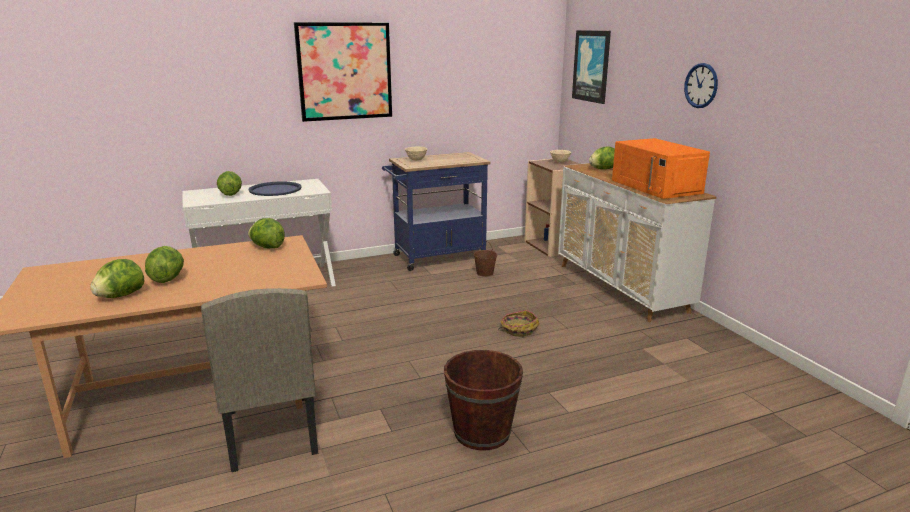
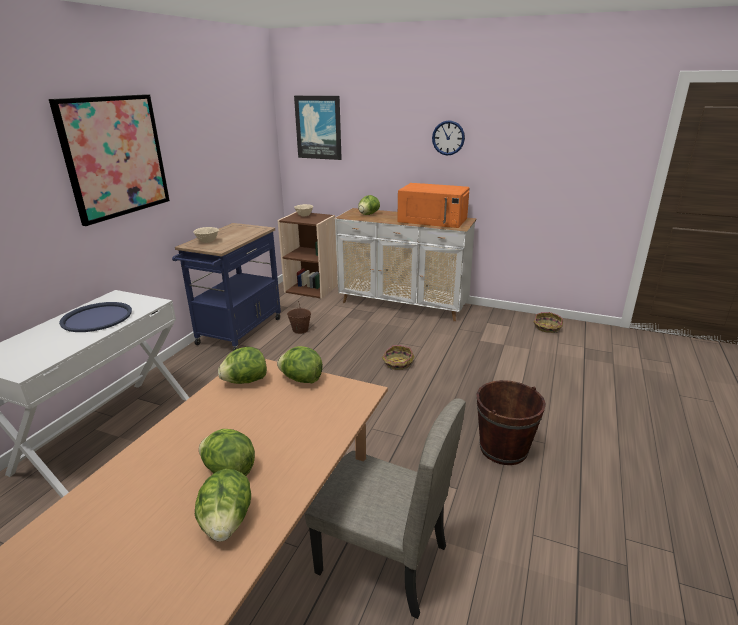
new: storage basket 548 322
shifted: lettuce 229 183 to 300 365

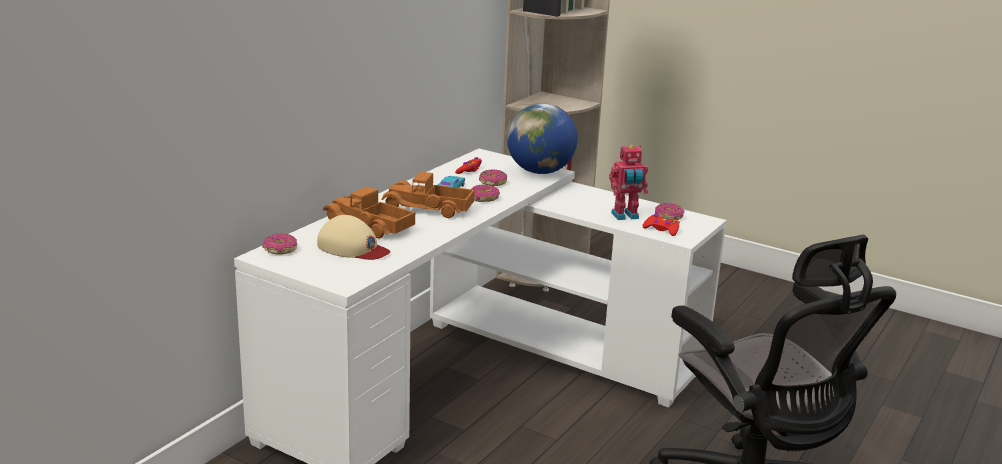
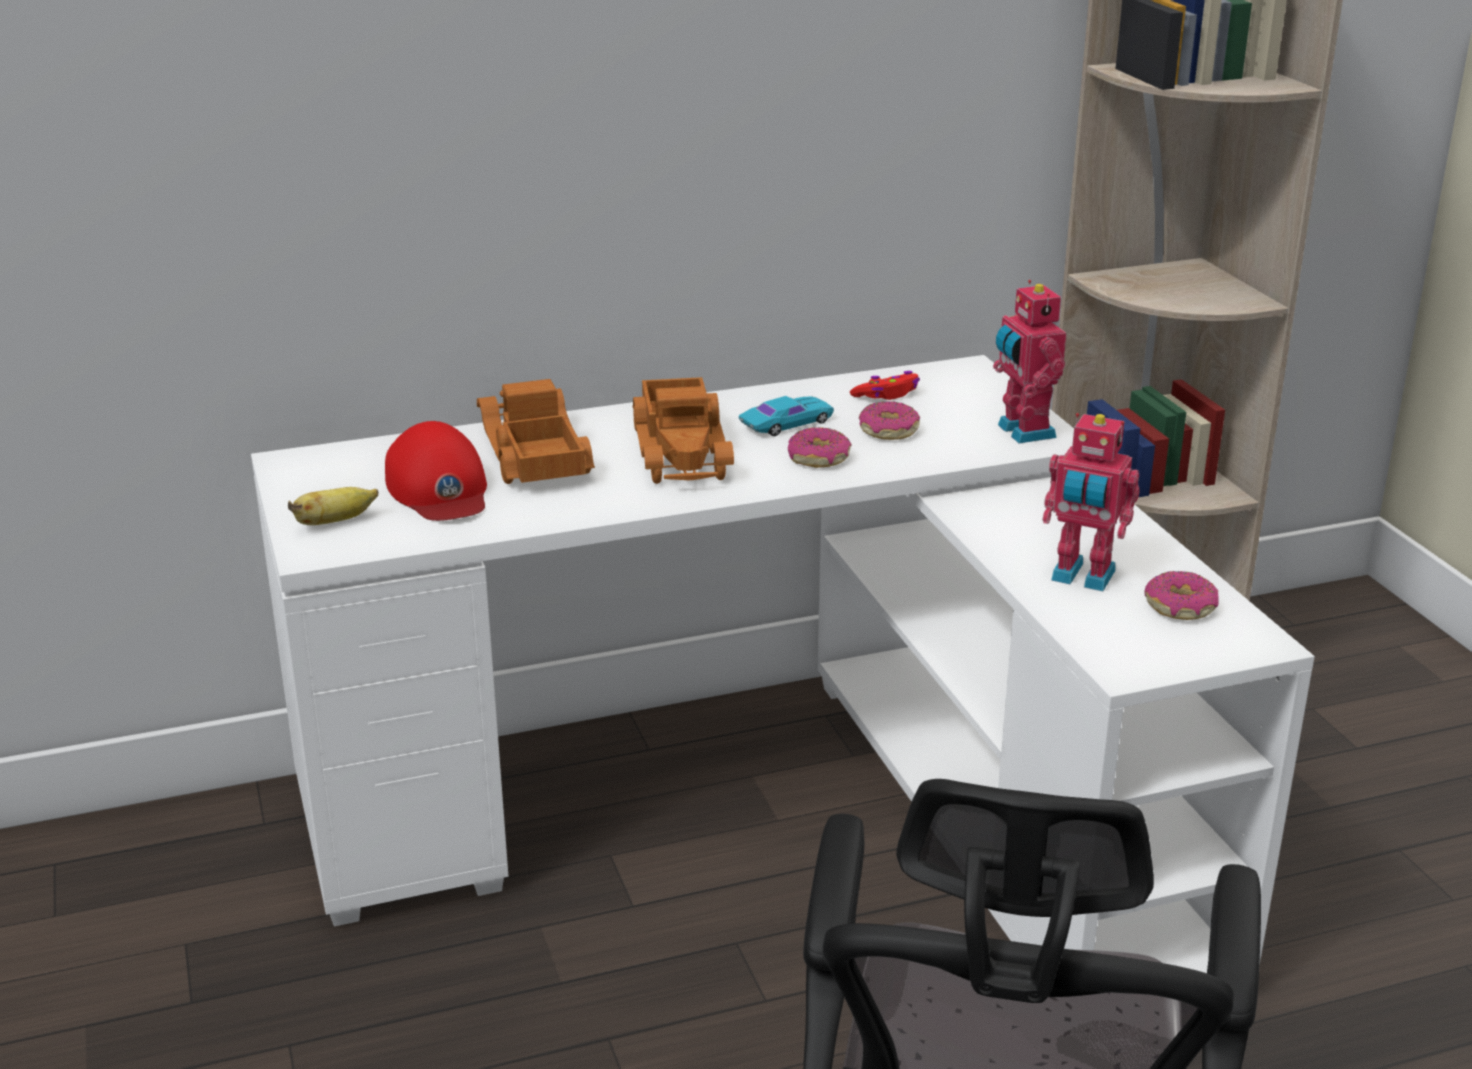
gone: ring doughnut 279 243; reddish joypad 661 225
new: banana fruit 333 506
swapped: globe 542 138 to toy robot 1029 361
repainted: sand-coloured peaked cap 353 237 to reddish peaked cap 436 471
rotated: toy lorry 428 195 = 683 430 150 degrees counterclockwise

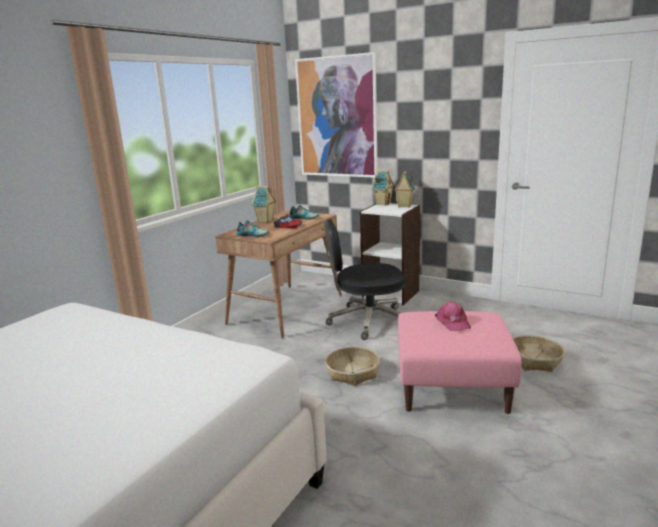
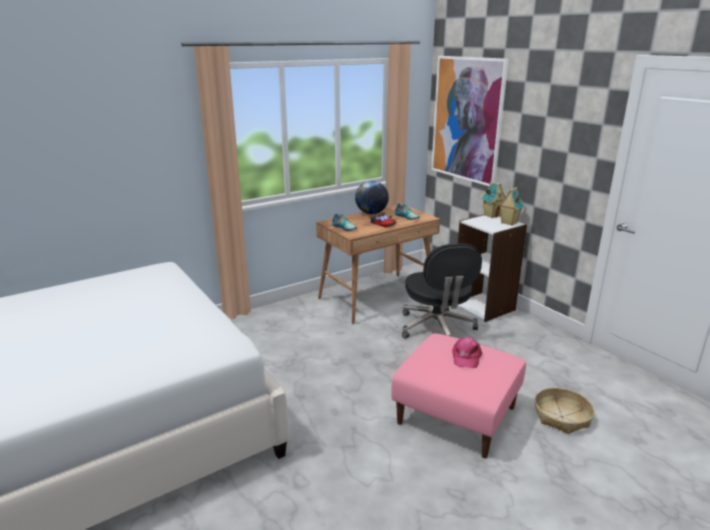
gone: storage basket 352 366
swapped: miniature house 263 204 to globe 372 197
rotated: black office chair 365 279 = 442 291 120 degrees counterclockwise

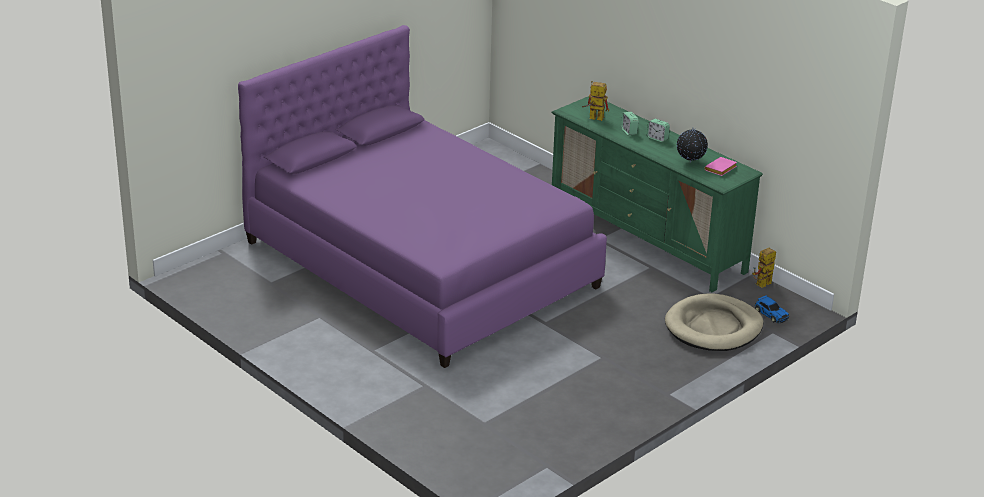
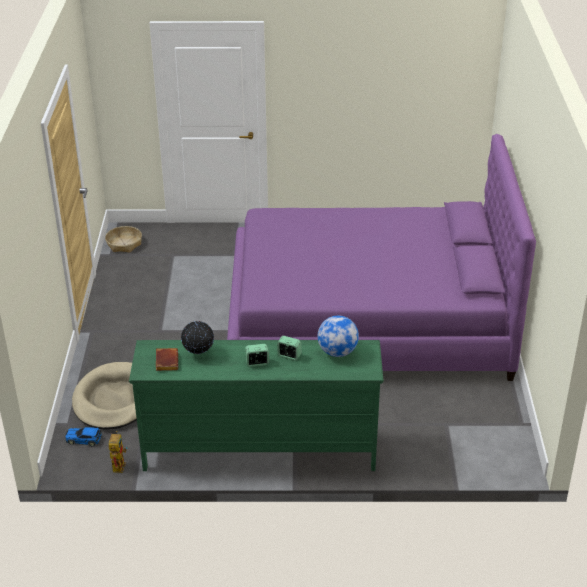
new: storage basket 123 239
swapped: toy robot 595 101 to globe 338 336
repainted: pink book 720 166 to brownish book 167 359

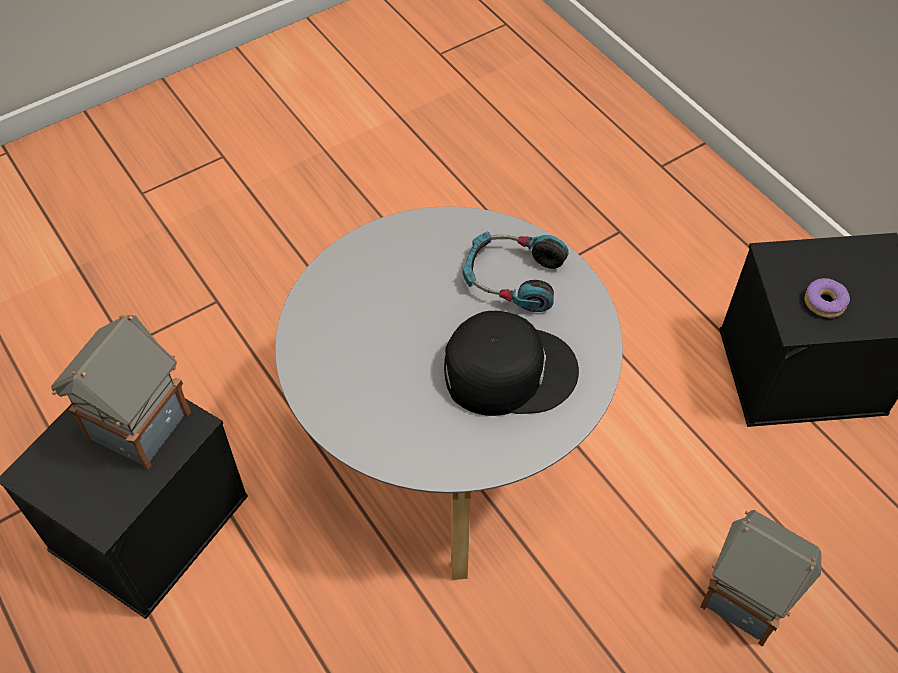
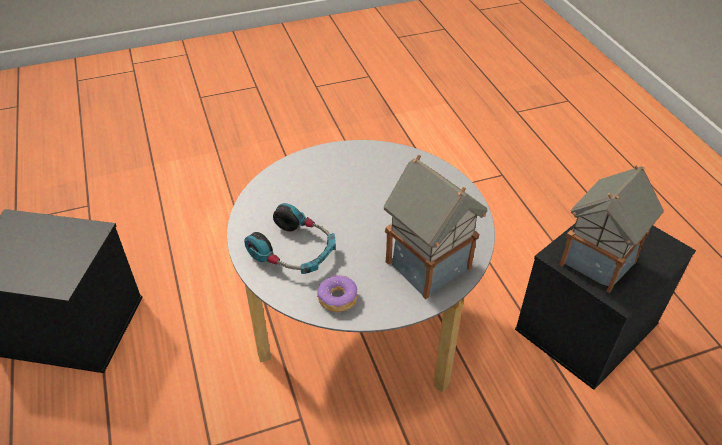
gone: black peaked cap 511 363
shifted: miniature house 761 578 to 435 227; ring doughnut 827 298 to 337 293

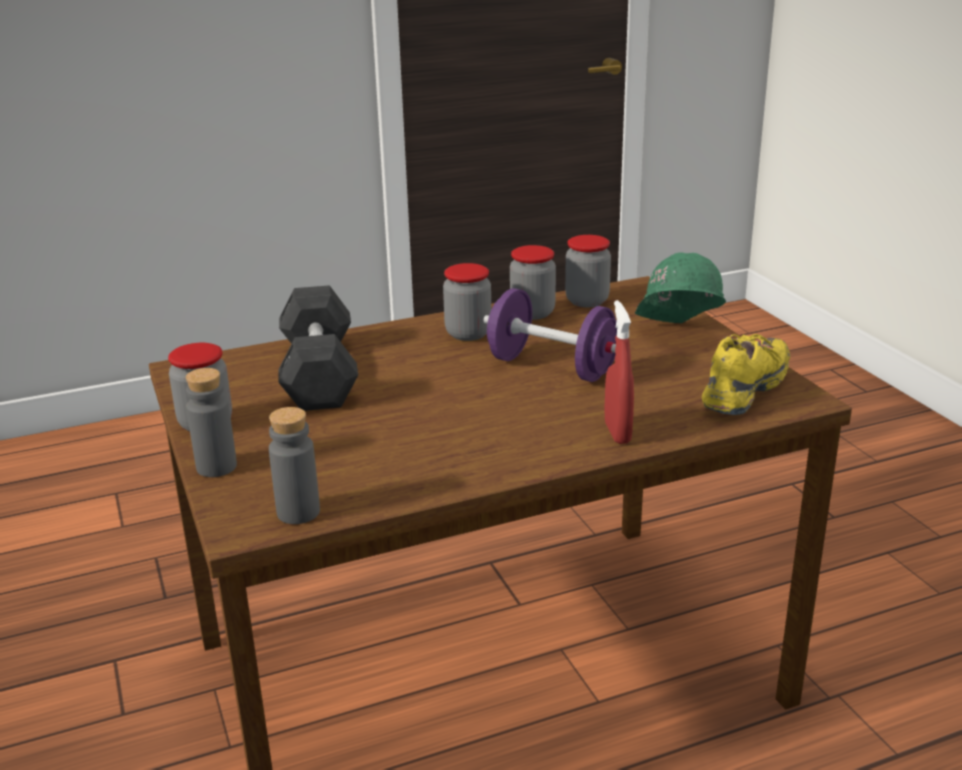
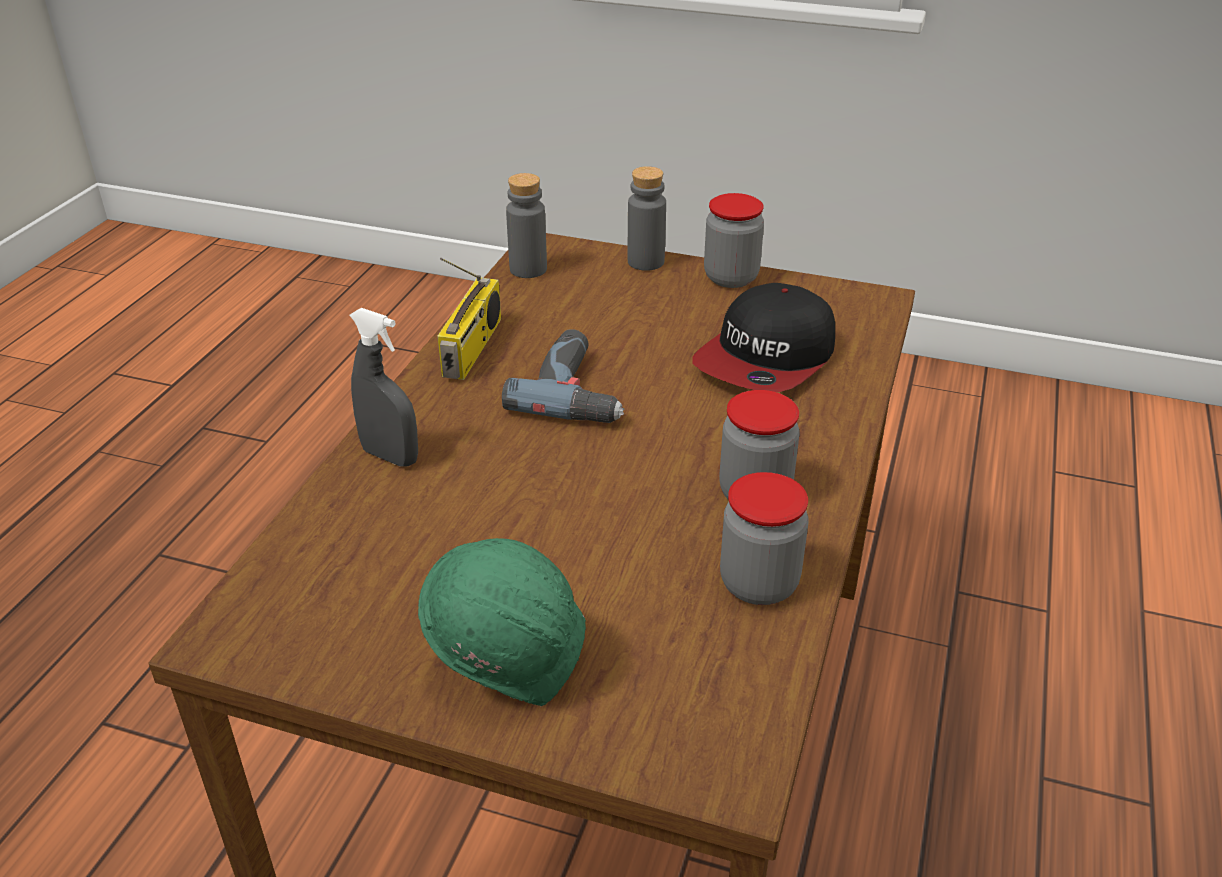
gone: purple free weight 551 335; preserve jar 588 271; yellow low shoe 746 374
new: radio set 469 319; drill 563 376
swapped: greyish free weight 318 348 to peaked cap 763 337
repainted: reddish spray bottle 619 372 to greyish spray bottle 384 387

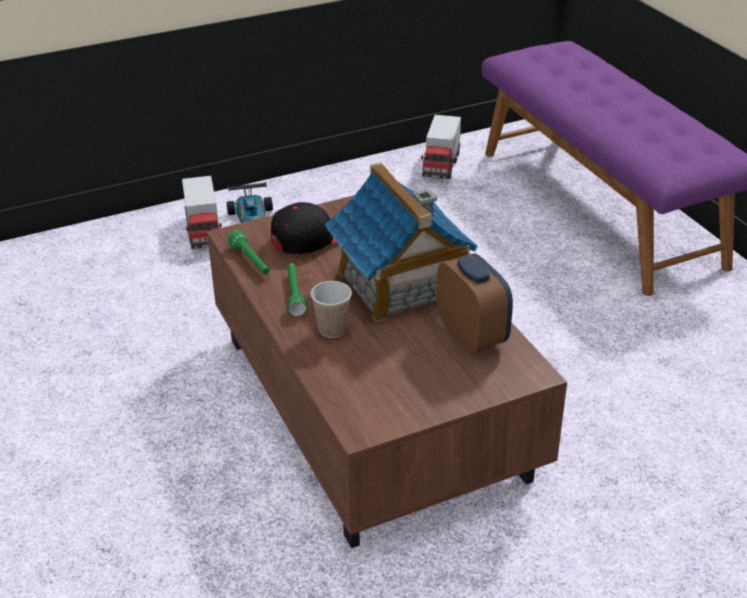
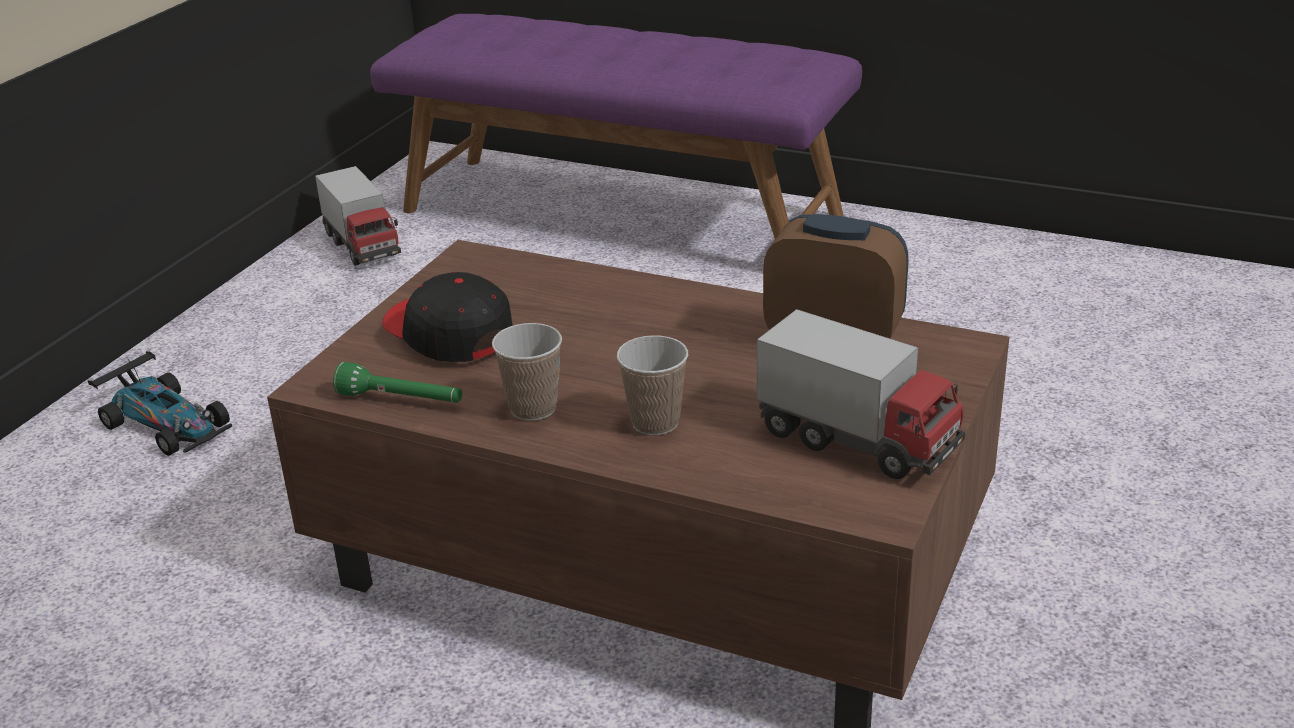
gone: miniature house 401 242
shifted: toy lorry 202 212 to 861 394
swapped: greenish hand torch 297 289 to small cup 527 372
rotated: black peaked cap 304 228 = 447 317 60 degrees counterclockwise

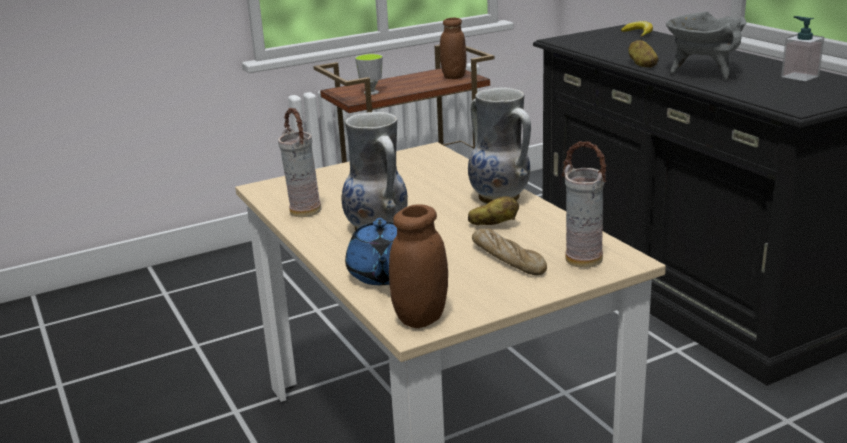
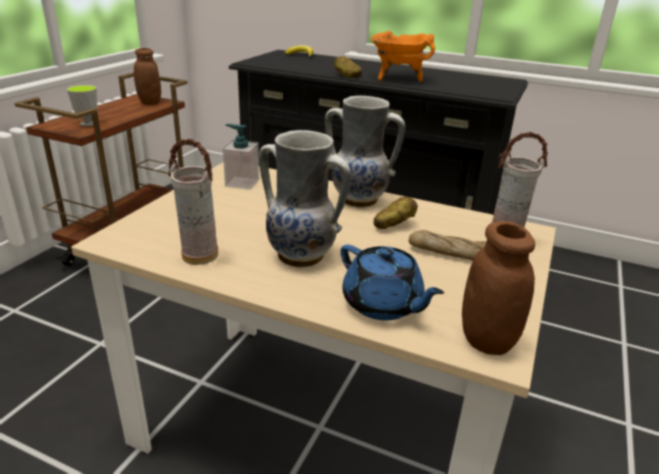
shifted: soap bottle 802 48 to 241 157
repainted: greyish cooking pot 706 45 to orange-coloured cooking pot 403 56

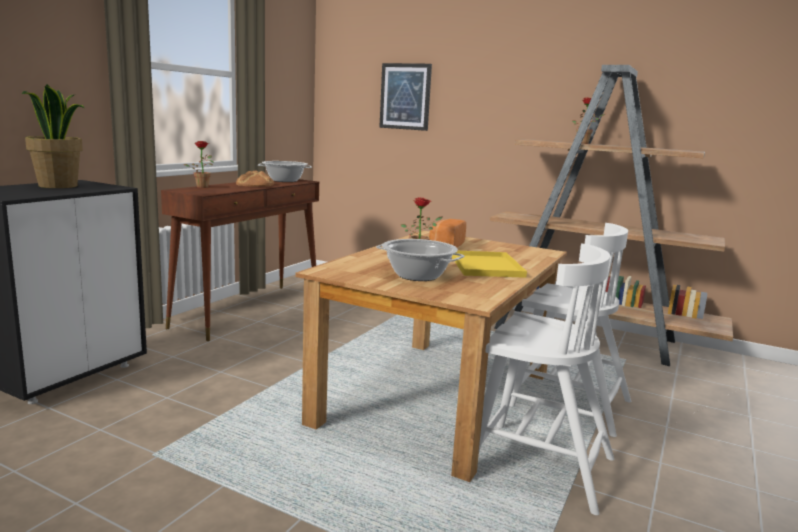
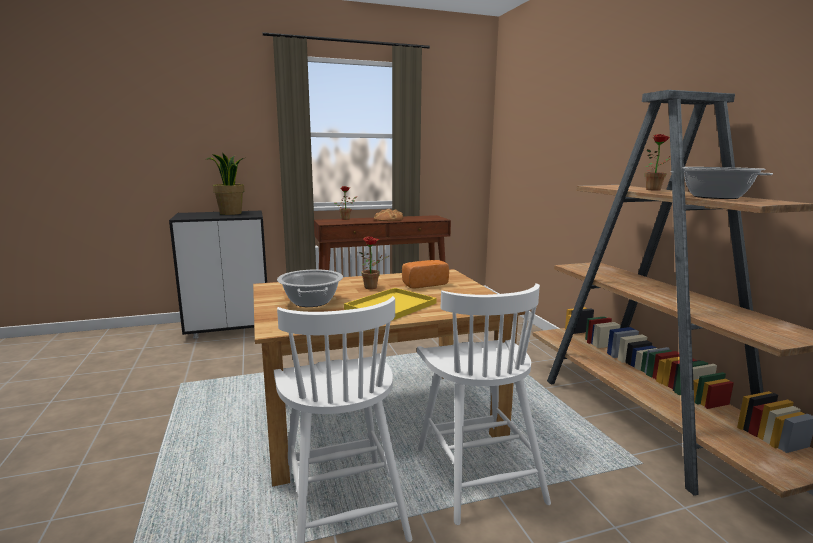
gone: picture 405 97
shifted: cooking pot 285 171 to 722 183

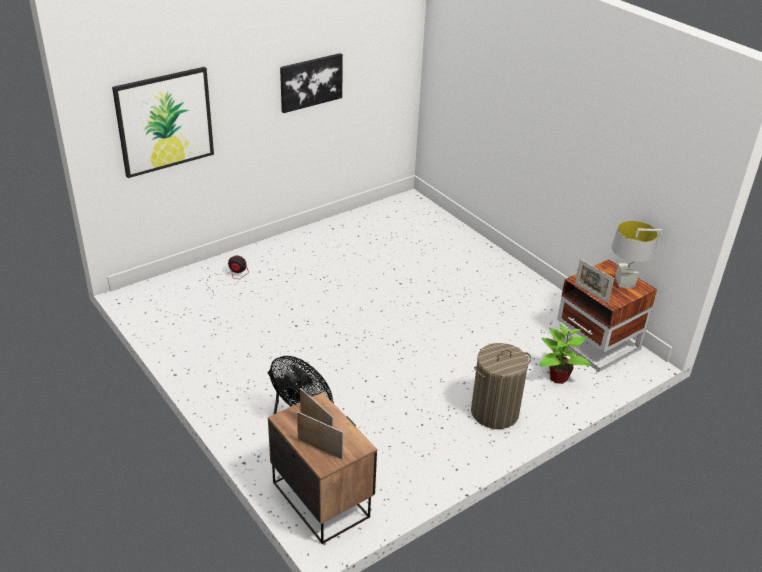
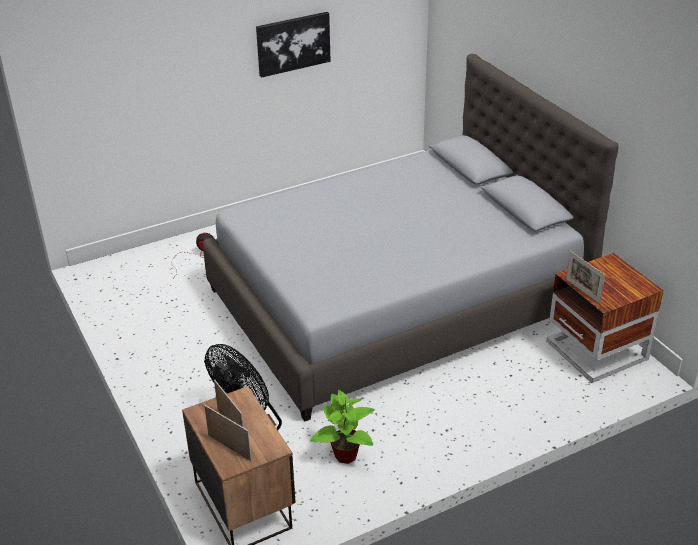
gone: picture 163 122; hamper 501 386; greyish lamp for a table 637 254
new: greyish bedroom bed 410 237
shifted: houseplant 565 353 to 342 427

